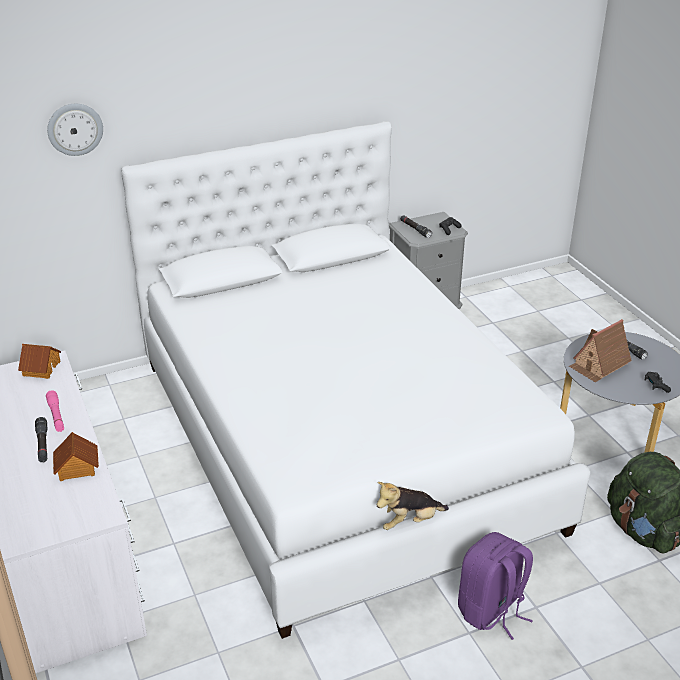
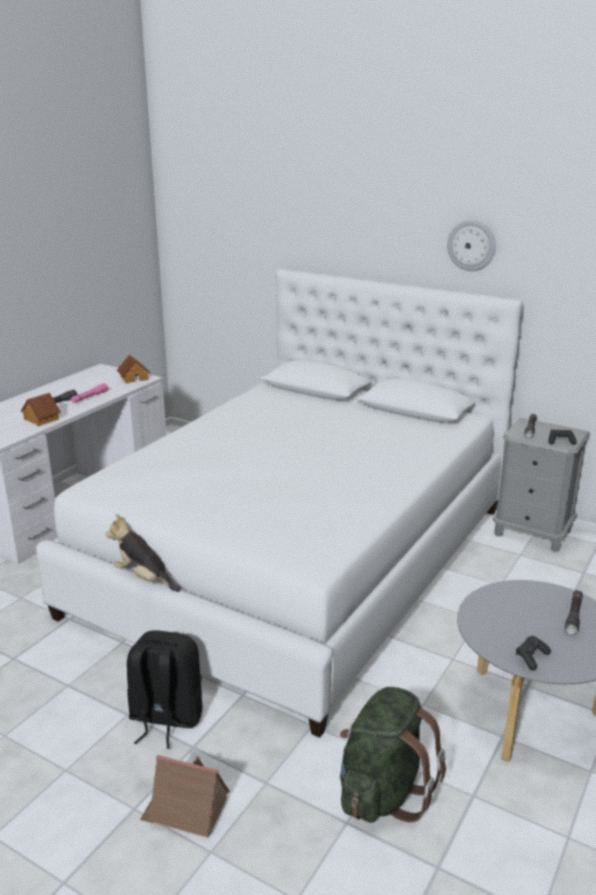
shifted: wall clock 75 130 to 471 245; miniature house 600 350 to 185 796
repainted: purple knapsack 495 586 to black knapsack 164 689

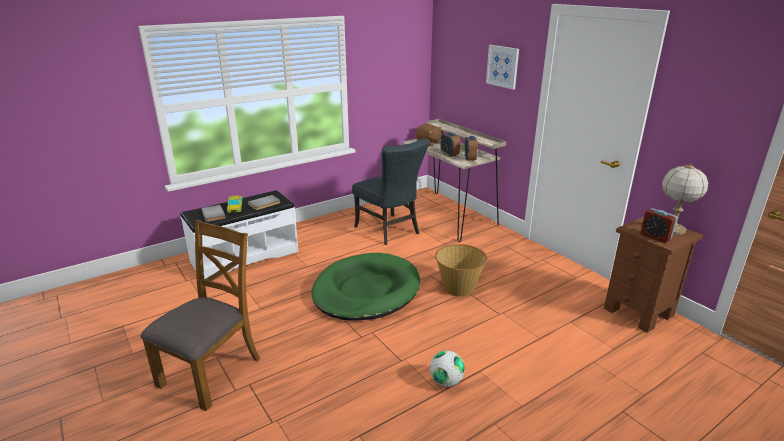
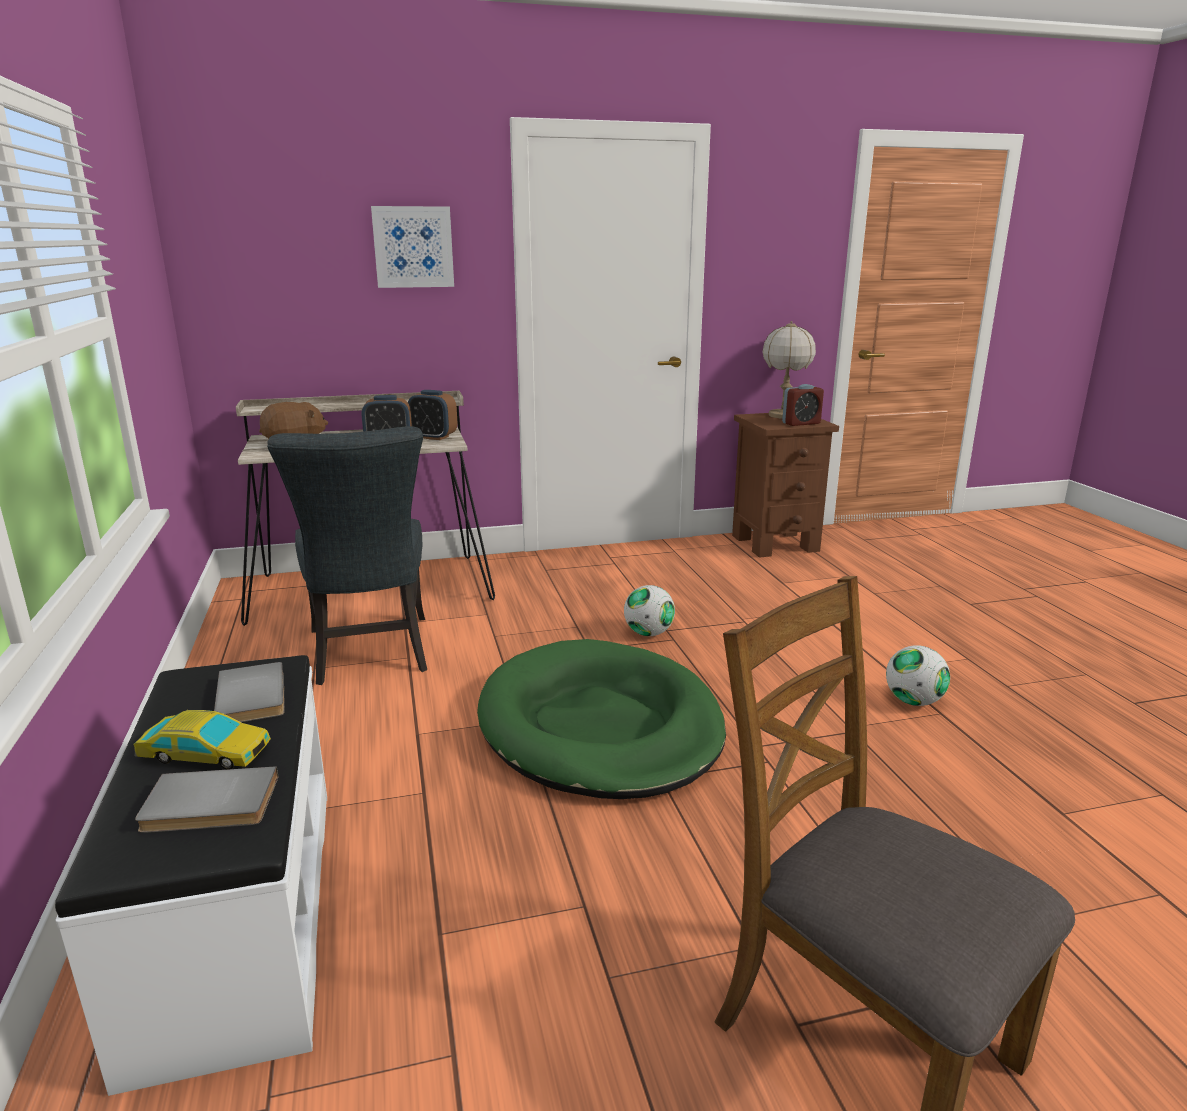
swapped: storage basket 461 270 to football ball 649 610
rotated: greyish upright chair 391 191 = 347 555 90 degrees clockwise

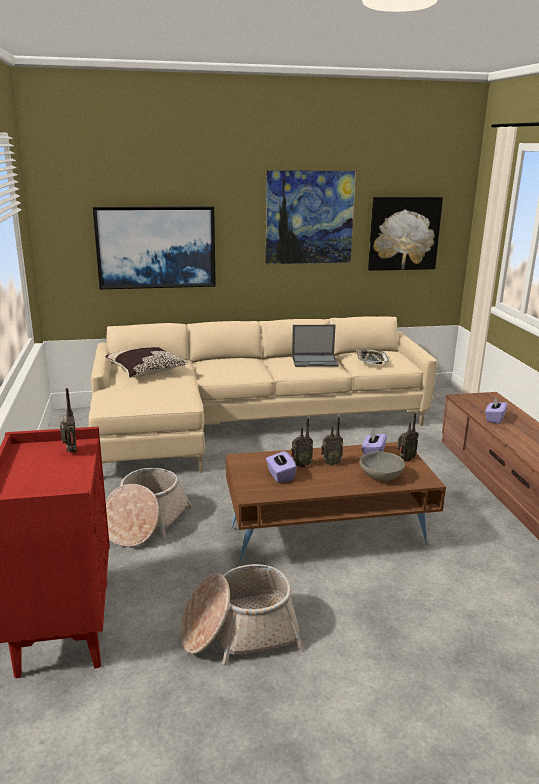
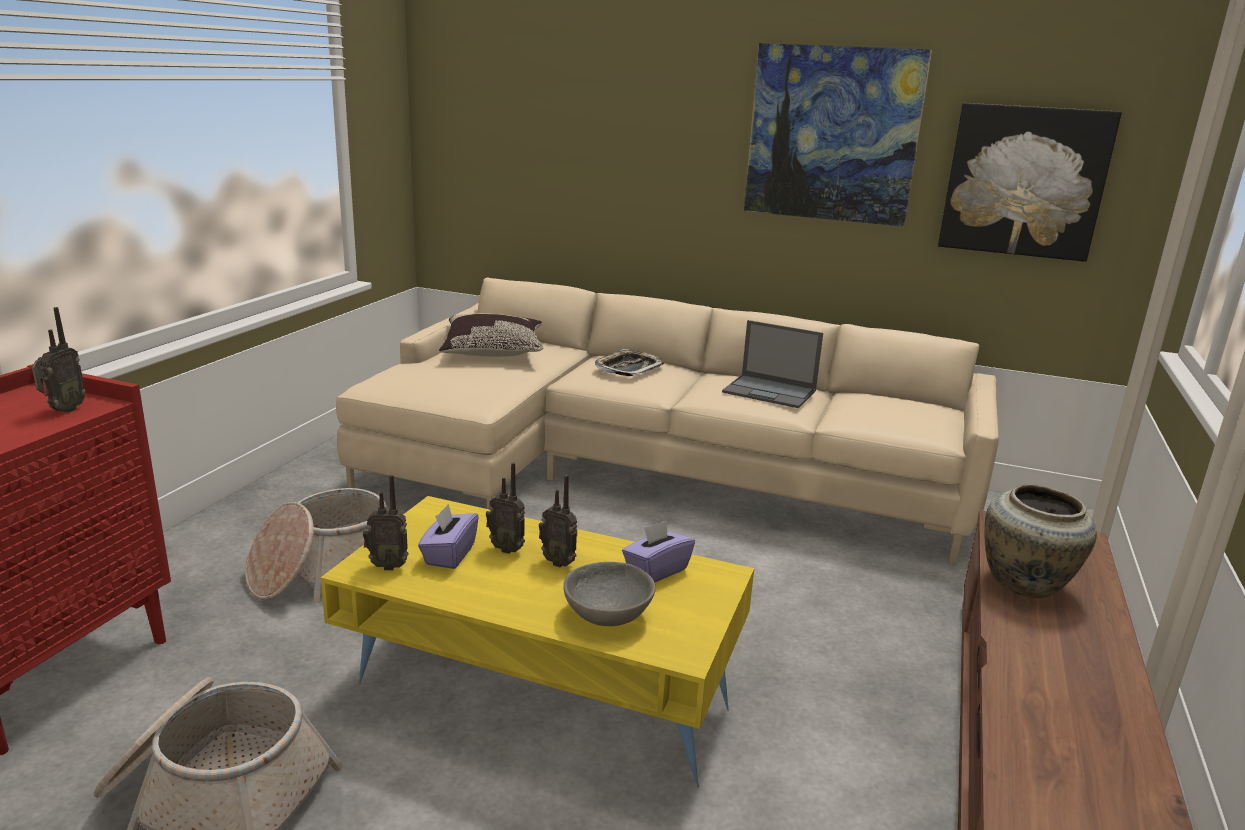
gone: picture 154 247
shifted: tray 372 356 to 629 362; radio set 408 437 to 386 522
swapped: purple box of tissues 496 410 to sand-coloured vase 1040 541
repainted: brownish coffee table 336 503 to yellow coffee table 537 642

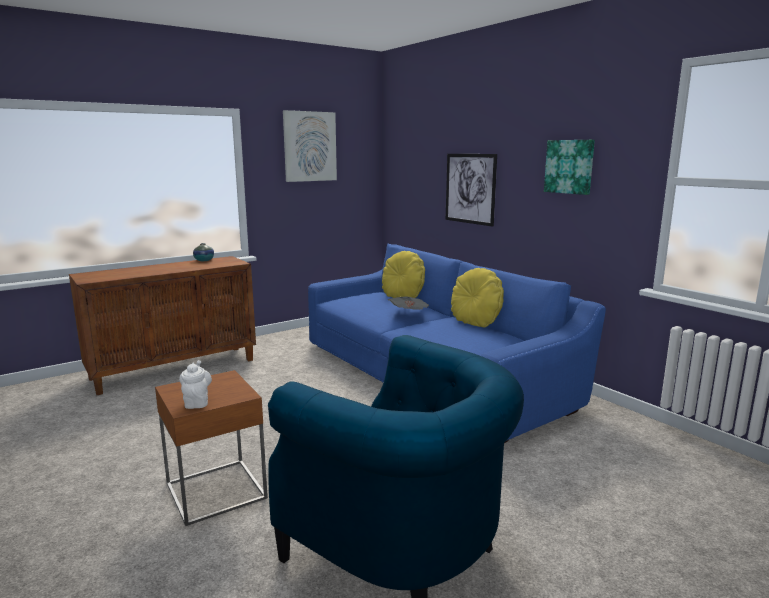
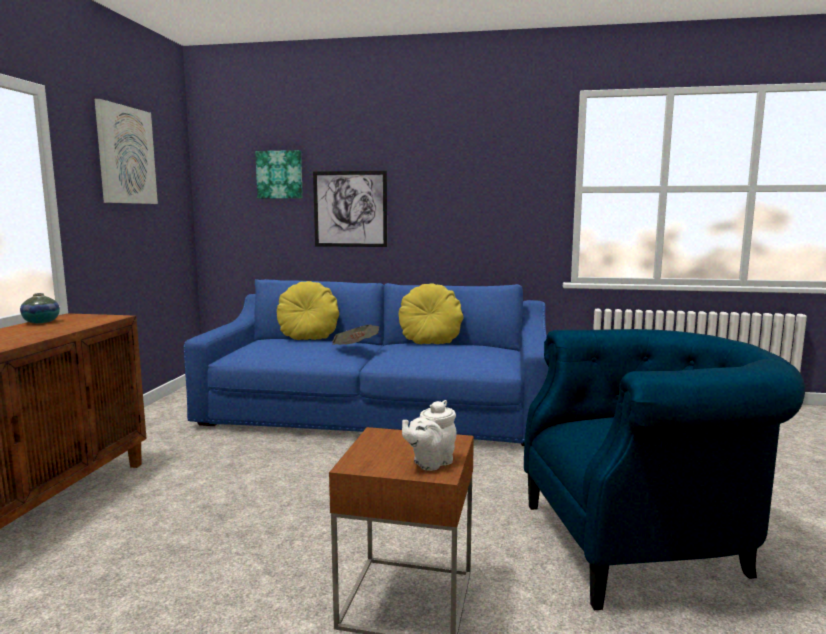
shifted: picture 569 167 to 279 174
rotated: white-coloured teapot 195 384 = 429 435 75 degrees counterclockwise

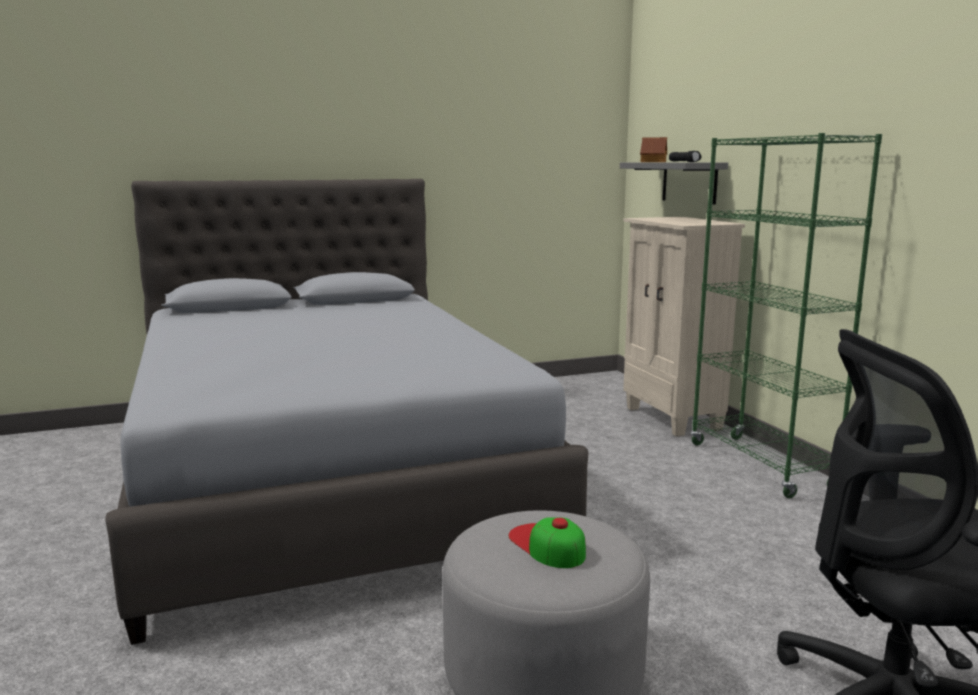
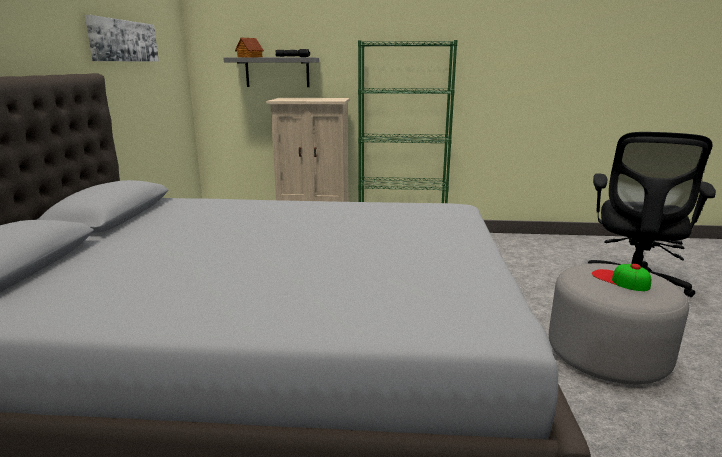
new: picture 122 38
rotated: peaked cap 547 542 = 621 277 60 degrees clockwise

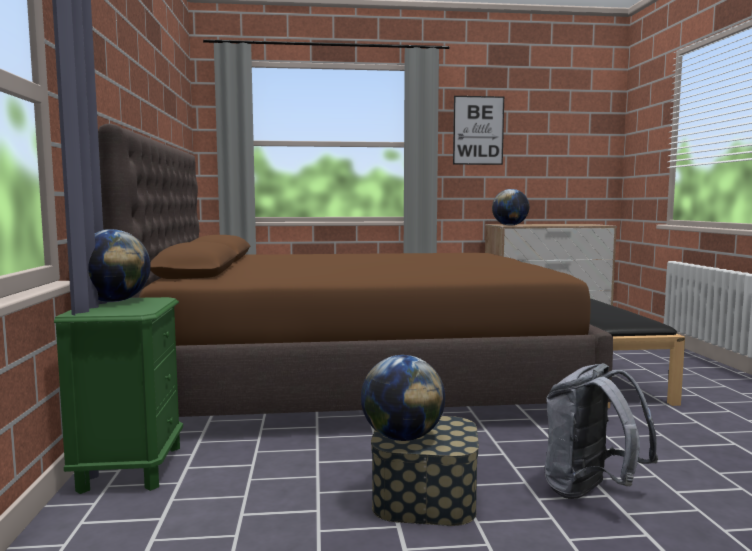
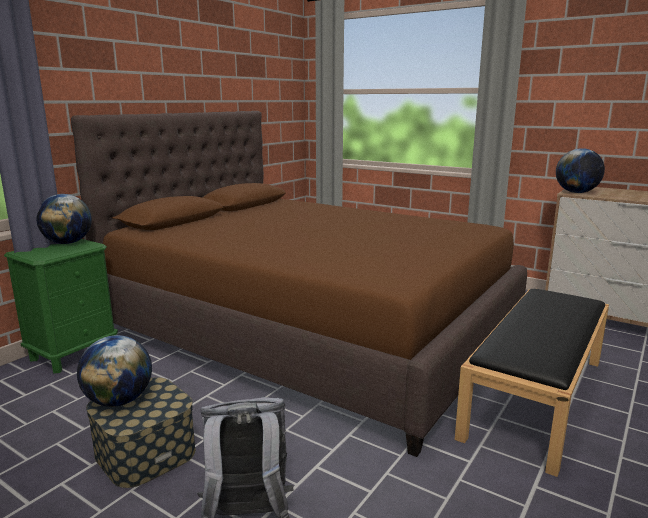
gone: picture 478 130

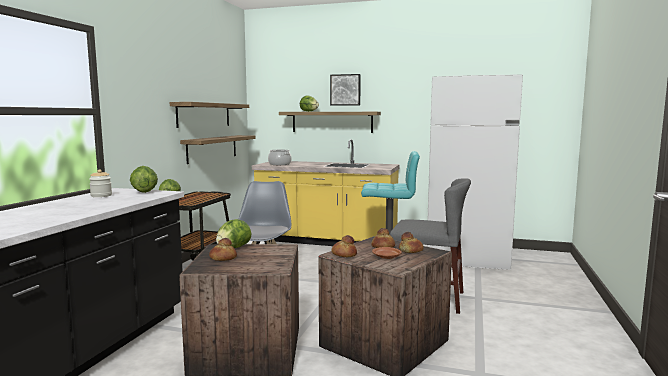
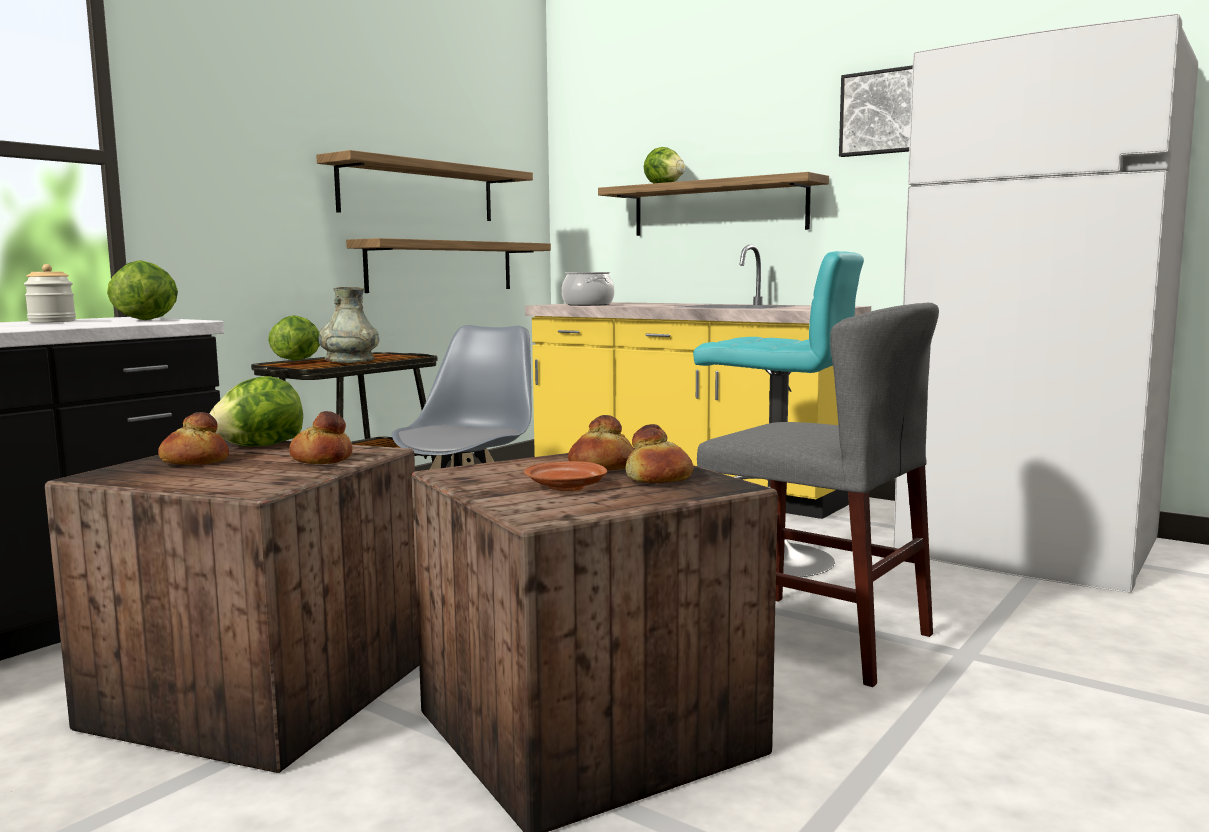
new: greyish vase 349 325
shifted: picture 345 90 to 876 111; bakery bread 344 246 to 320 437

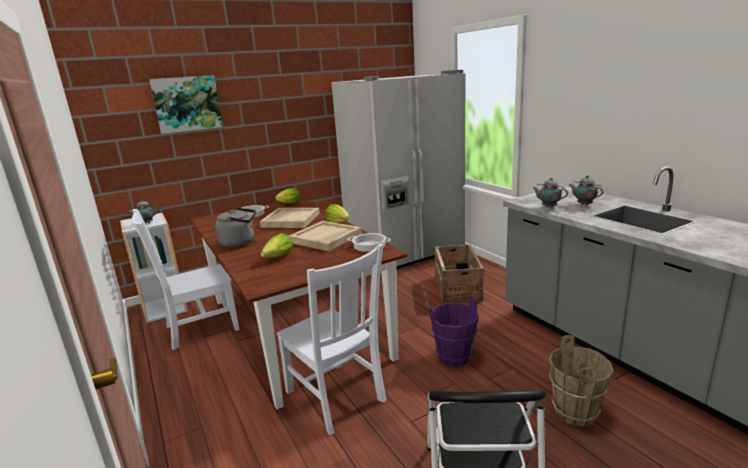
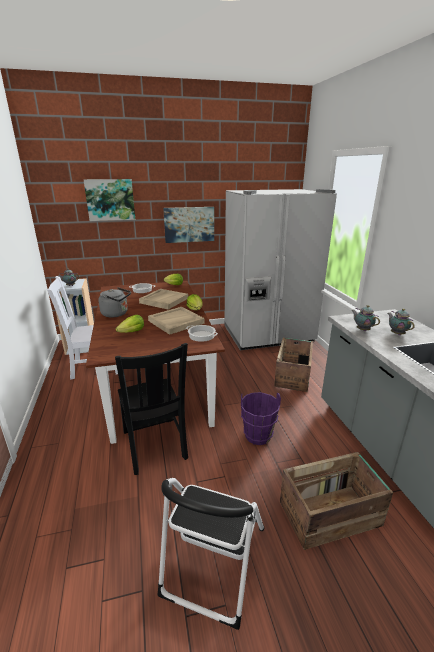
new: picture 188 225
swapped: brownish bucket 581 381 to shipping crate 336 501
repainted: white-coloured upright chair 331 339 to black upright chair 151 409

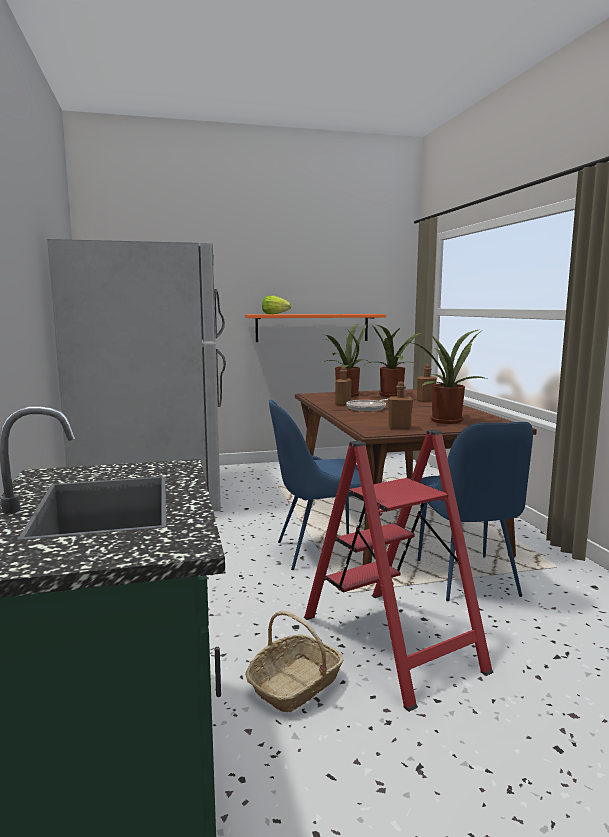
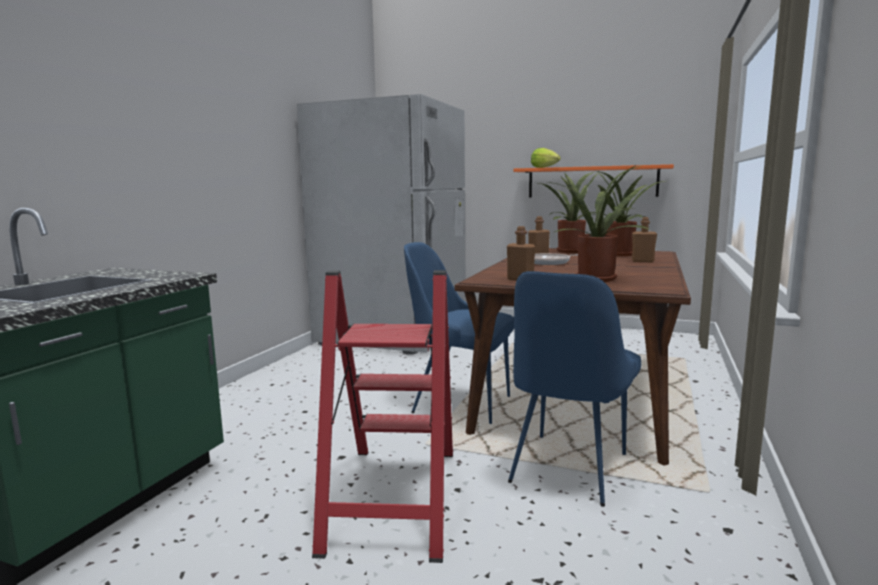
gone: storage basket 294 661

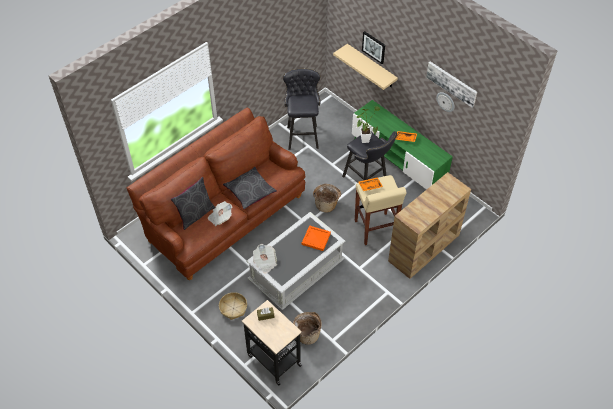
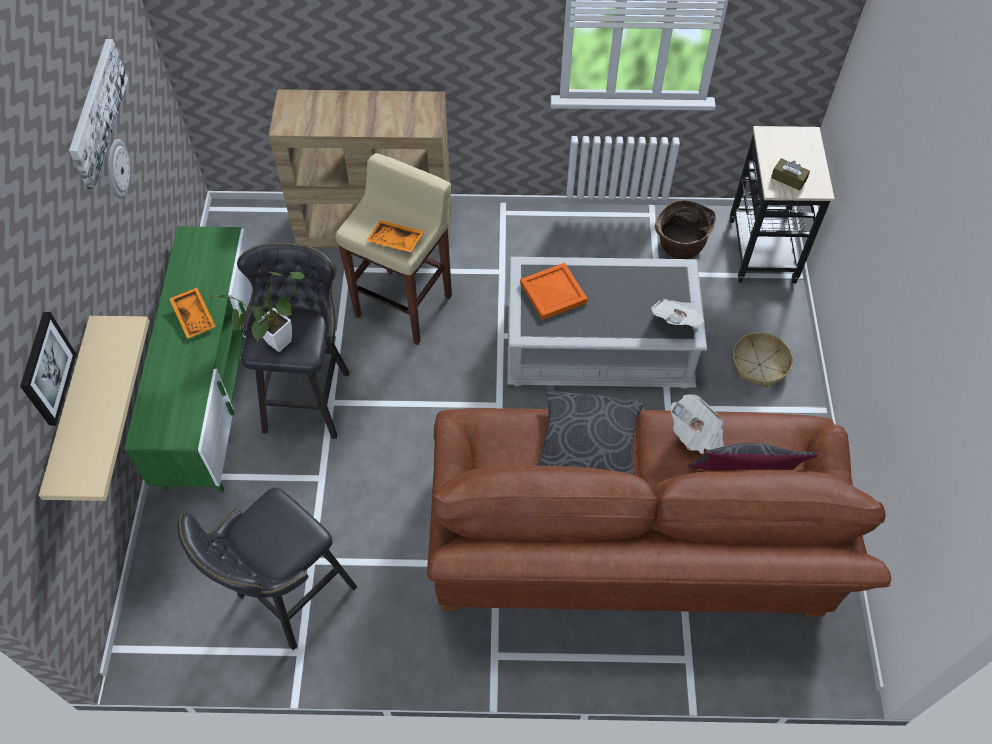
gone: storage basket 327 198

